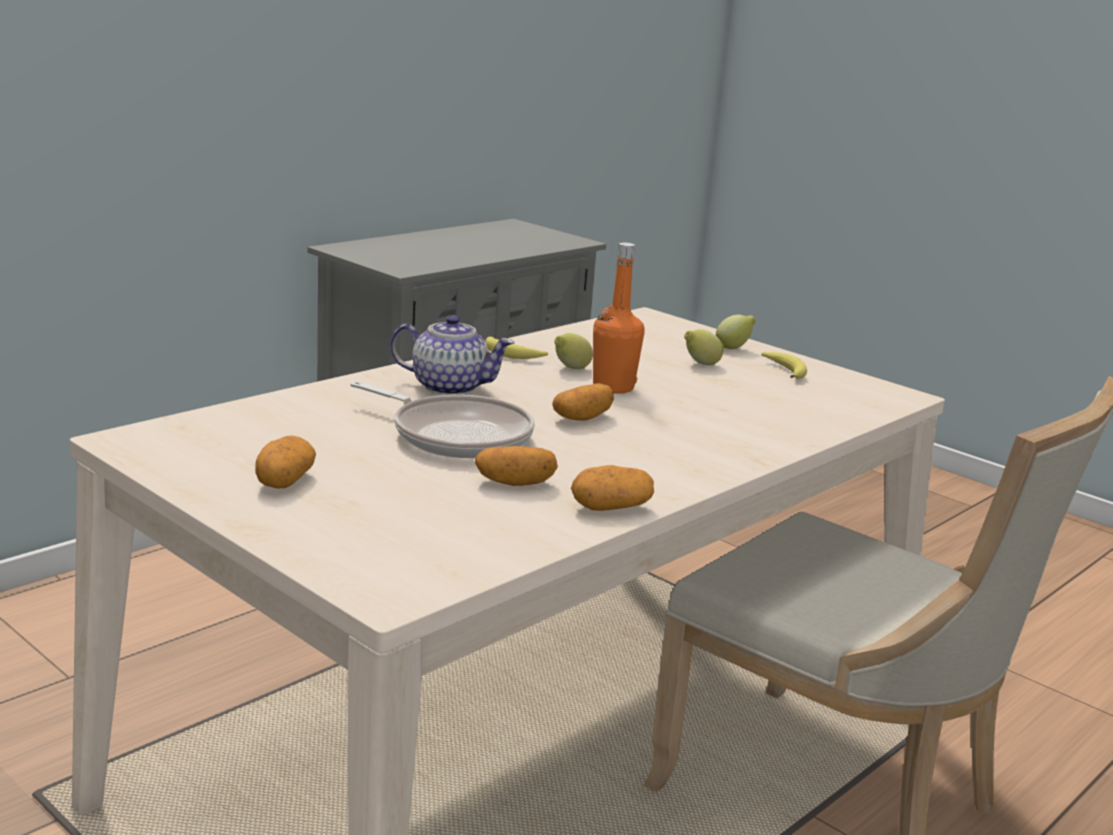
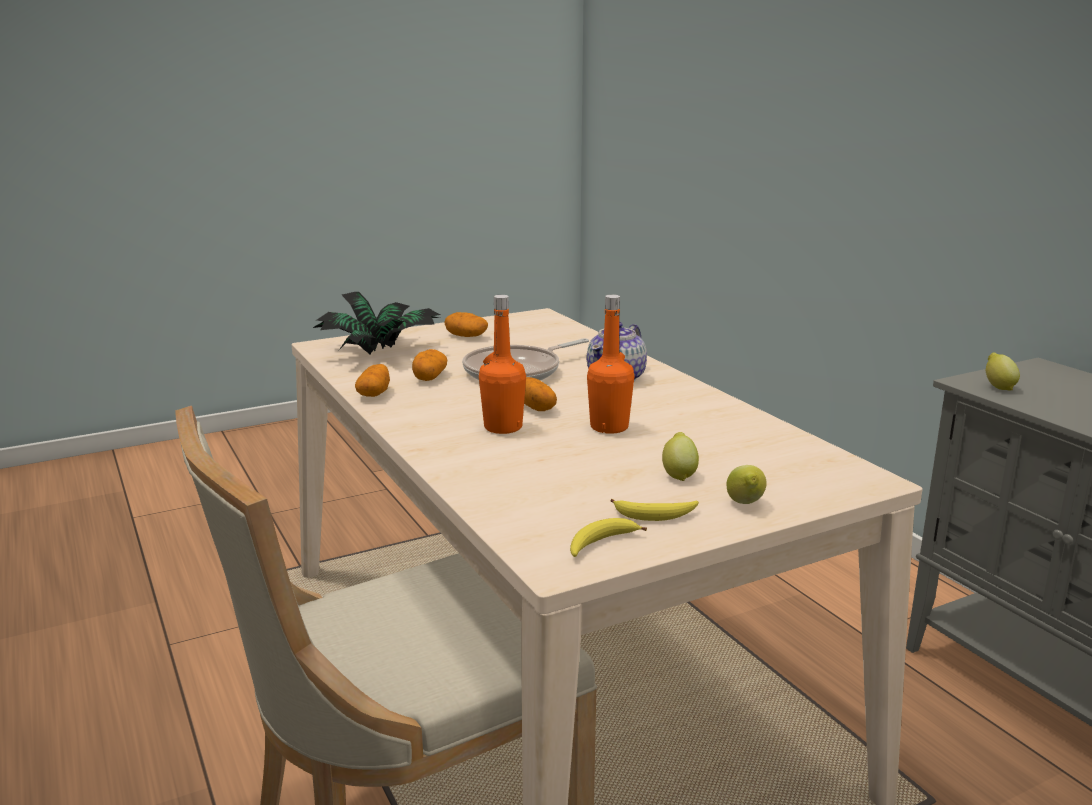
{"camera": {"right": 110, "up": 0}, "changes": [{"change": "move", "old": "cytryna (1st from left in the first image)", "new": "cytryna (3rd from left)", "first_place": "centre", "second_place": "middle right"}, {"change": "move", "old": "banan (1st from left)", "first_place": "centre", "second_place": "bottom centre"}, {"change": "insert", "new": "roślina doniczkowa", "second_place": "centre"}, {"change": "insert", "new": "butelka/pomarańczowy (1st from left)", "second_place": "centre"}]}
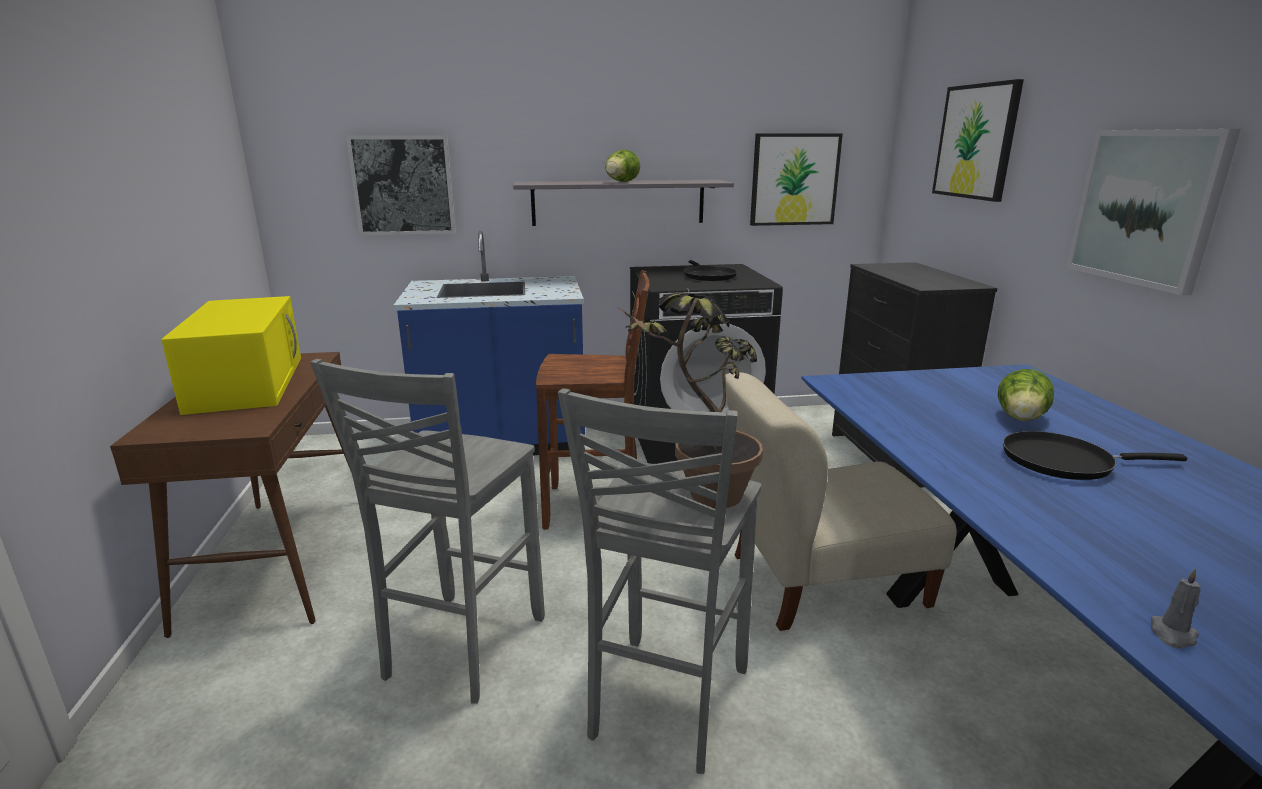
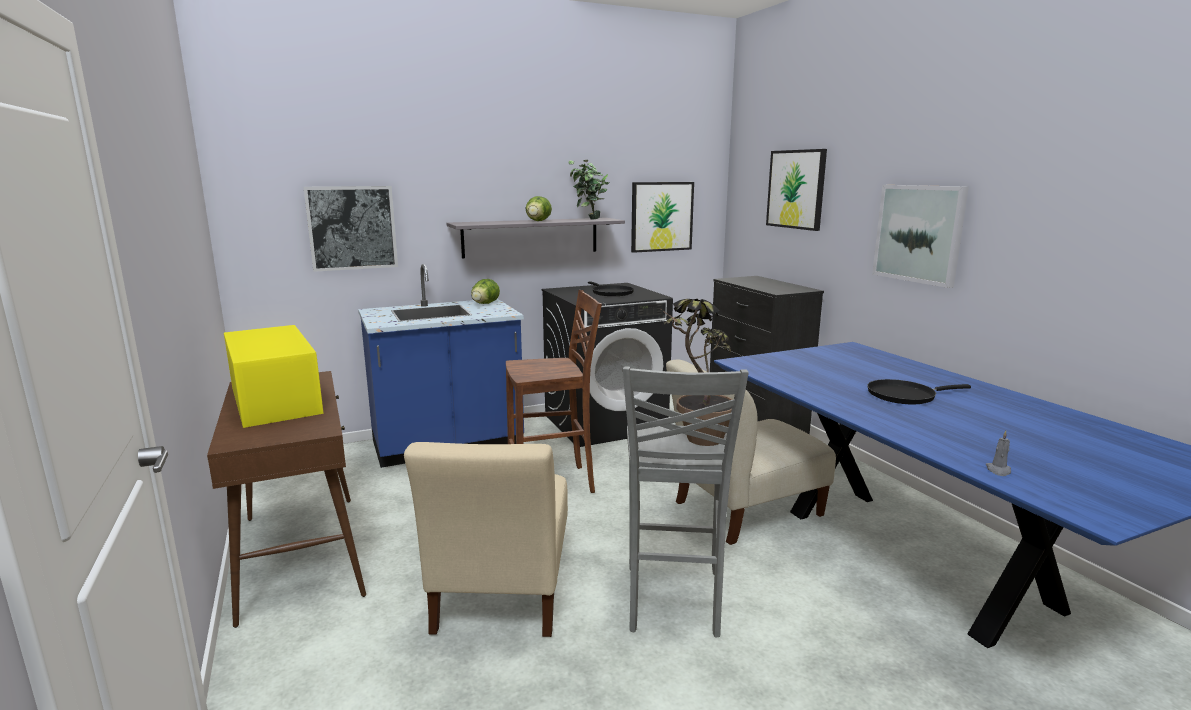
{"camera": {"right": -15, "up": -5}, "changes": [{"change": "replace", "old": "stołek/szary (1st from left)", "new": "krzesło/beżowy (1st from left)", "first_place": "bottom centre", "second_place": "bottom centre"}, {"change": "move", "old": "sałata (2nd from left in the first image)", "new": "sałata (1st from left)", "first_place": "middle right", "second_place": "centre"}, {"change": "insert", "new": "roślina doniczkowa (1st from left)", "second_place": "top centre"}]}
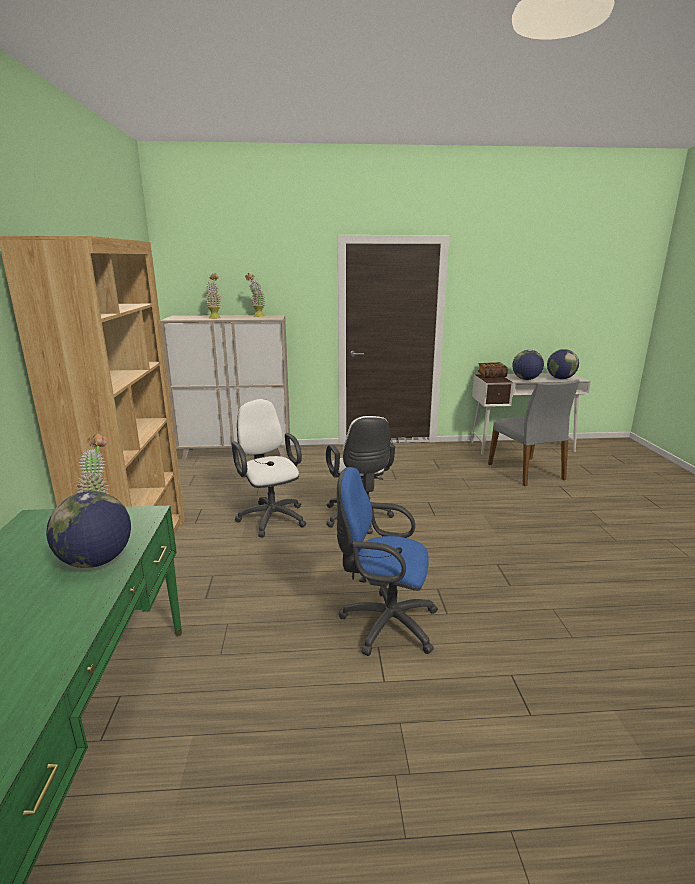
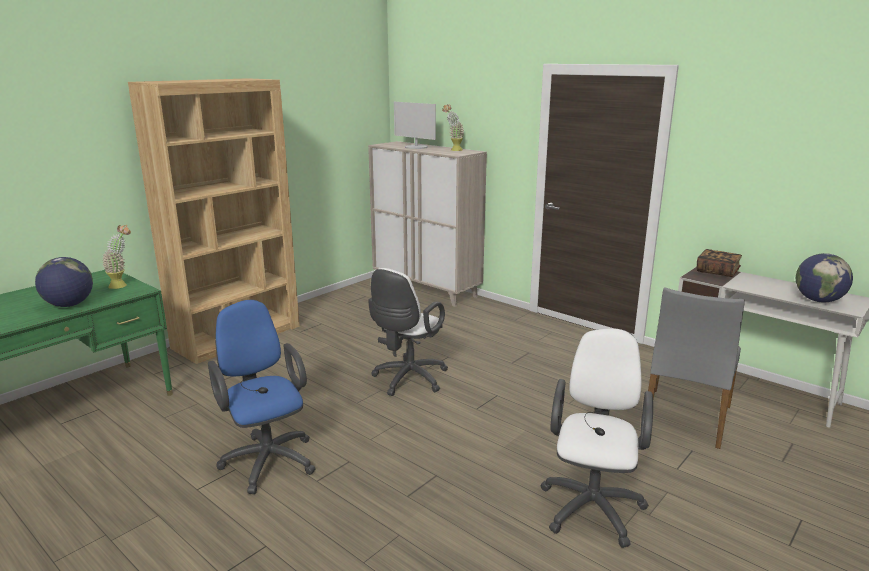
{"camera": {"right": 45, "up": 0}, "changes": [{"change": "replace", "old": "roślina doniczkowa (2nd from left)", "new": "monitor", "first_place": "middle left", "second_place": "top centre"}, {"change": "delete", "old": "globus (2nd from left)", "first_place": "middle right"}, {"change": "move", "old": "krzesło biurowe/biały (1st from left in the first image)", "new": "krzesło biurowe/biały (2nd from left)", "first_place": "centre", "second_place": "bottom right"}]}
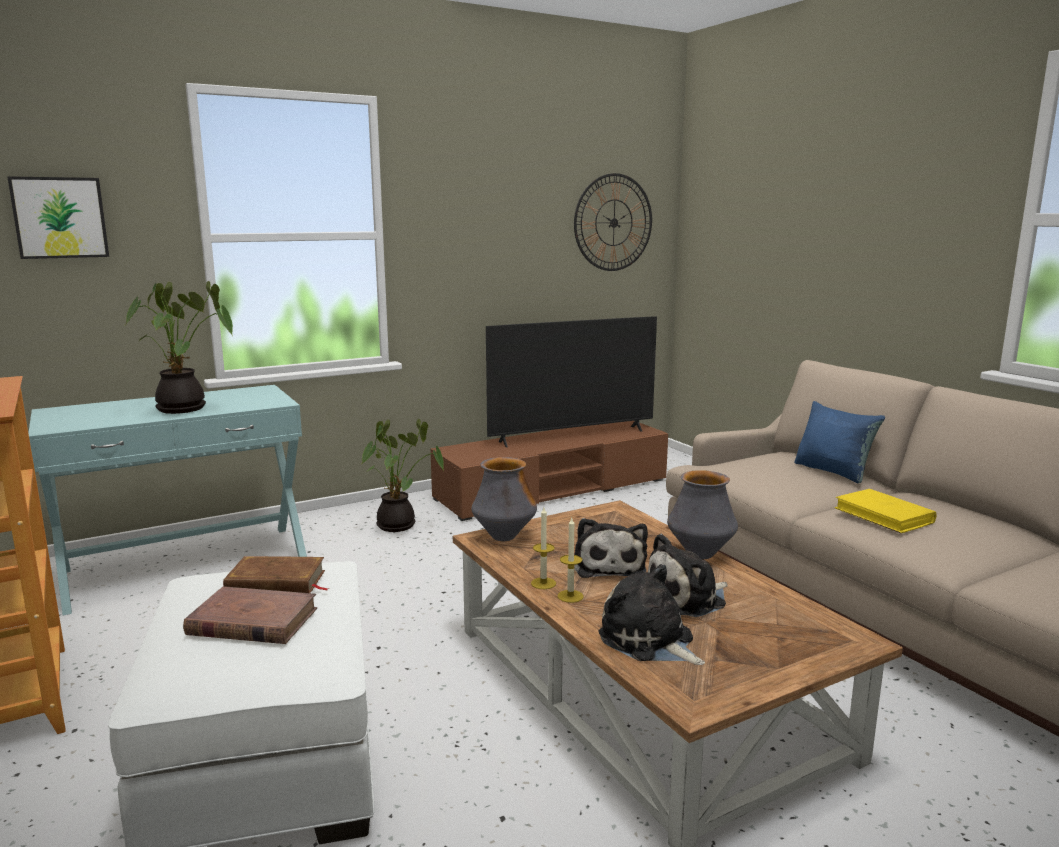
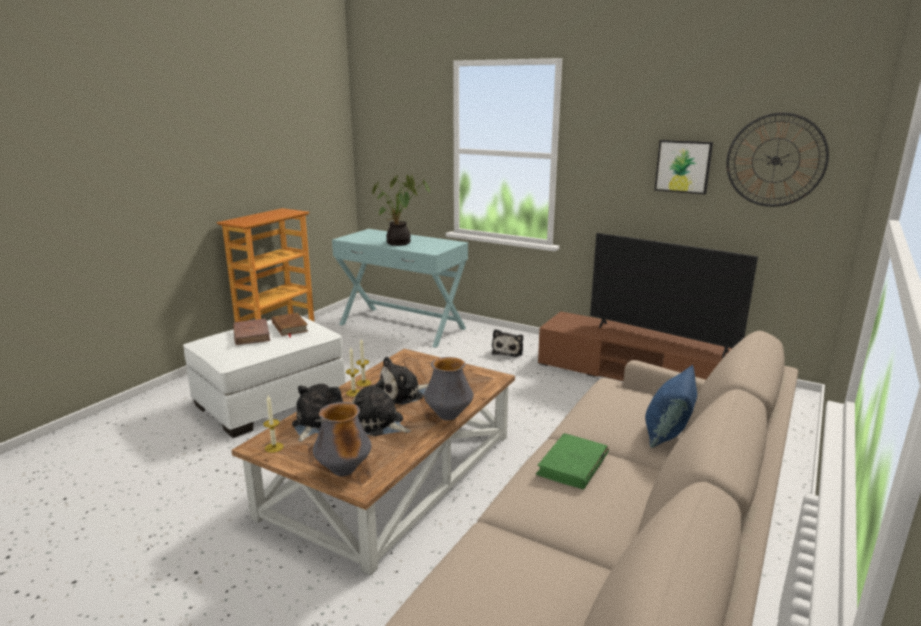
{"camera": {"right": 60, "up": 5}, "changes": [{"change": "move", "old": "obraz", "first_place": "top left", "second_place": "top right"}, {"change": "replace", "old": "roślina doniczkowa (2nd from left)", "new": "pluszak (4th from left)", "first_place": "centre", "second_place": "centre"}, {"change": "move", "old": "wazon (1st from left)", "first_place": "centre", "second_place": "bottom centre"}, {"change": "recolor", "old": "książka/żółty", "new": "książka/zielony", "first_place": "middle right", "second_place": "bottom centre"}, {"change": "insert", "new": "świeca (1st from left)", "second_place": "bottom left"}]}
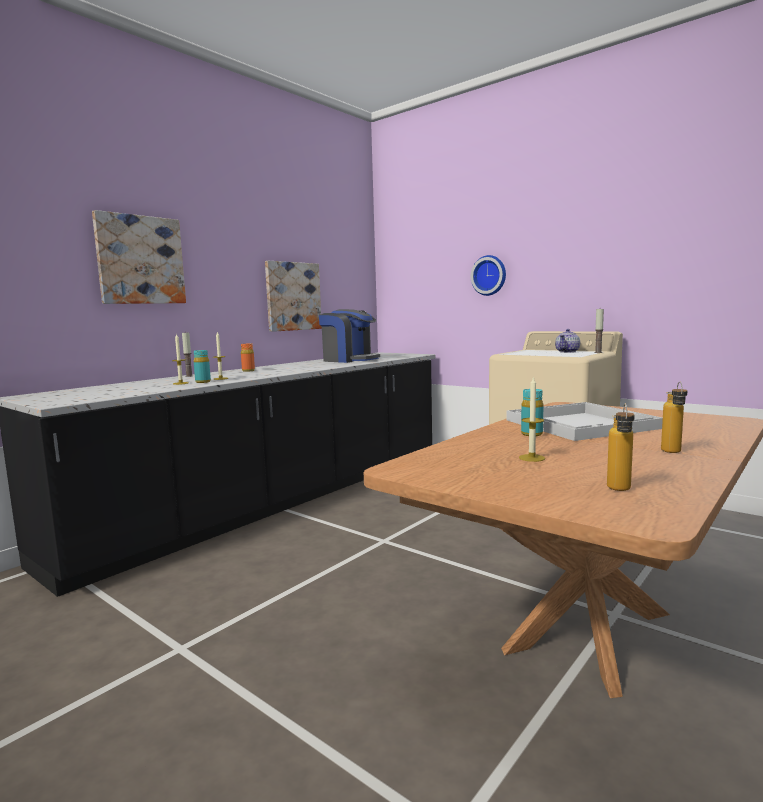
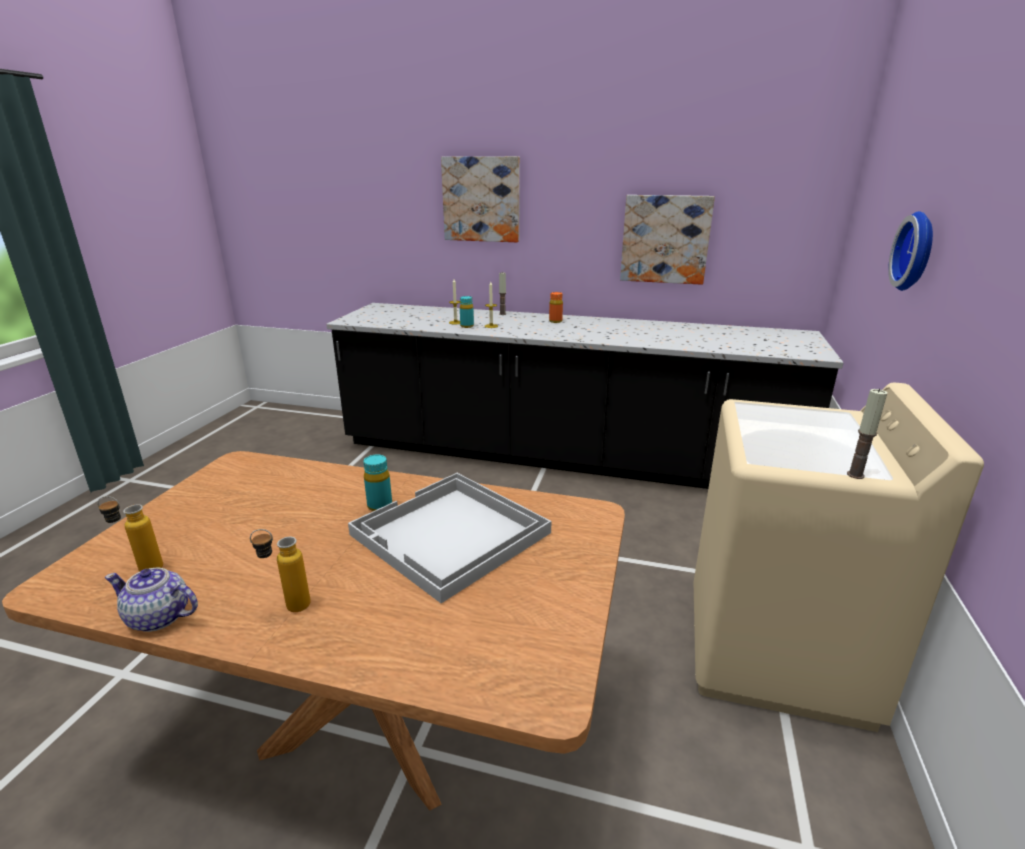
{"camera": {"right": 65, "up": 15}, "changes": [{"change": "delete", "old": "ekspres do kawy", "first_place": "centre"}, {"change": "move", "old": "imbryk", "first_place": "middle right", "second_place": "bottom left"}, {"change": "delete", "old": "świeca (4th from left)", "first_place": "middle right"}]}
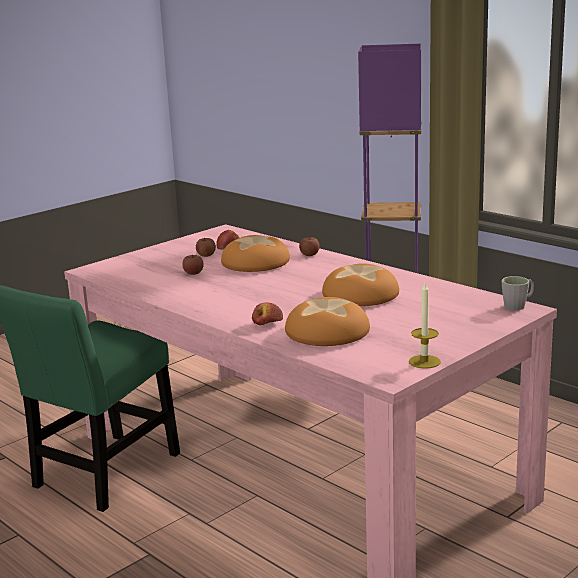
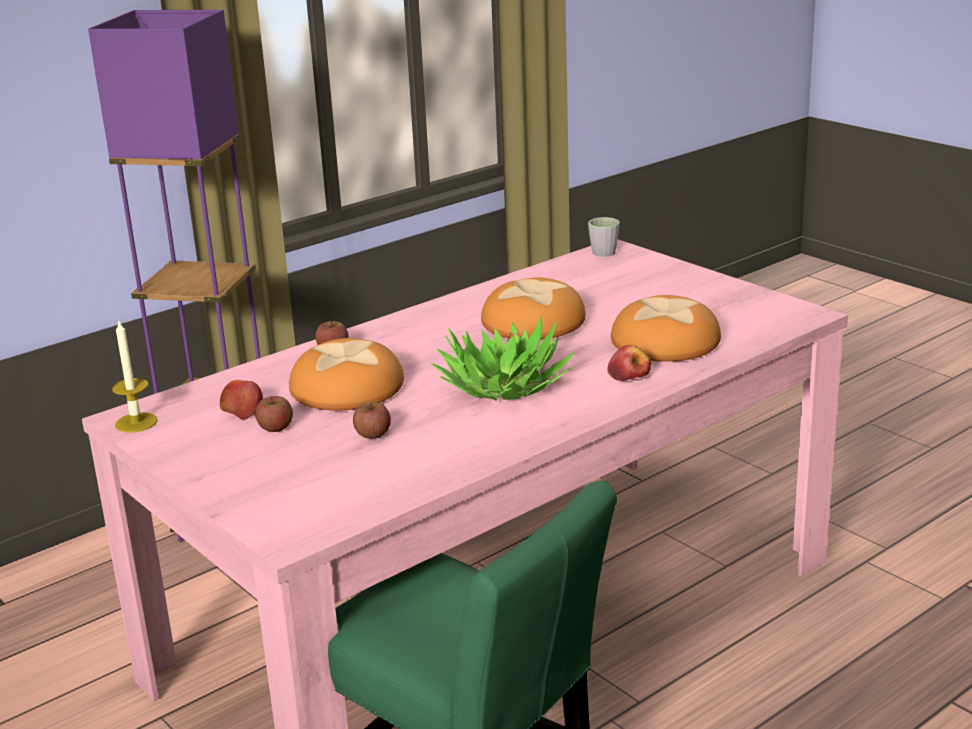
{"camera": {"right": -85, "up": 5}, "changes": [{"change": "move", "old": "świeca", "first_place": "middle right", "second_place": "middle left"}, {"change": "insert", "new": "roślina doniczkowa", "second_place": "centre"}]}
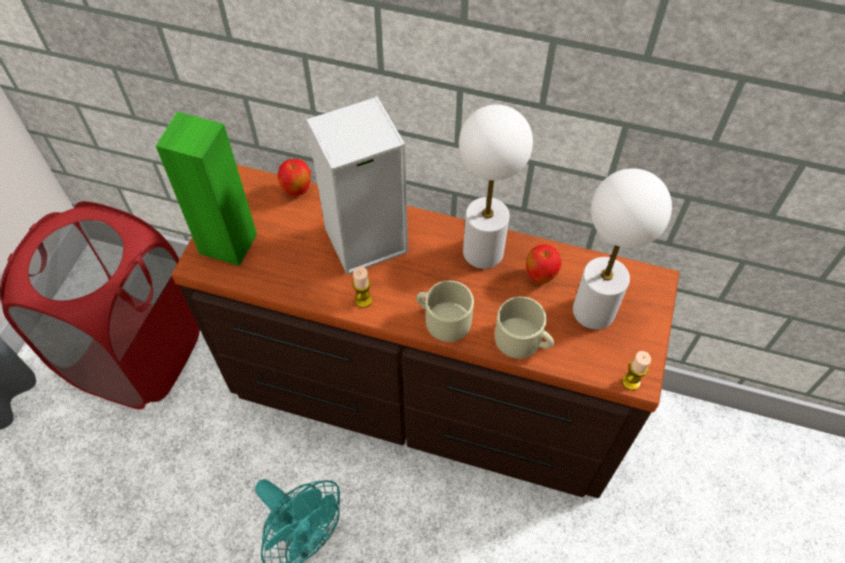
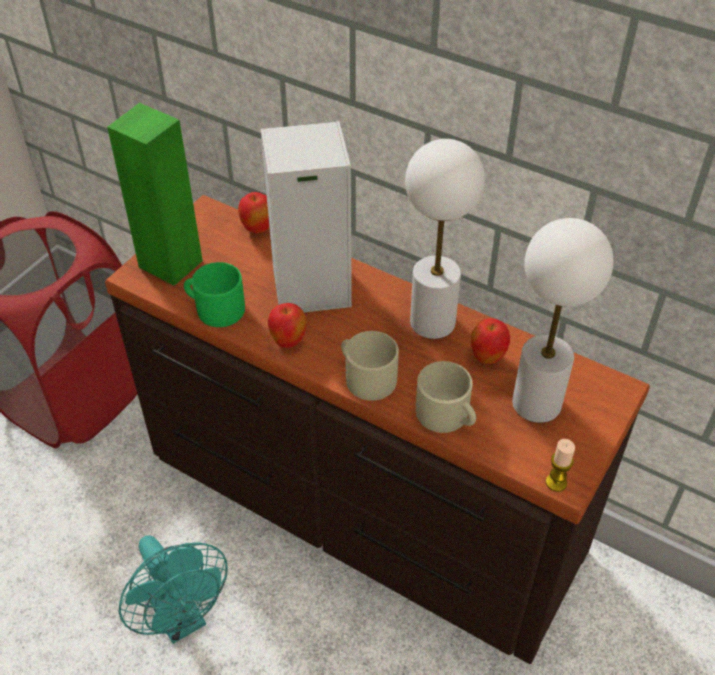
{"camera": {"right": 15, "up": -10}, "changes": [{"change": "replace", "old": "świeca (1st from left)", "new": "jabłko (2nd from left)", "first_place": "centre", "second_place": "centre"}, {"change": "insert", "new": "kubek/zielony", "second_place": "middle left"}]}
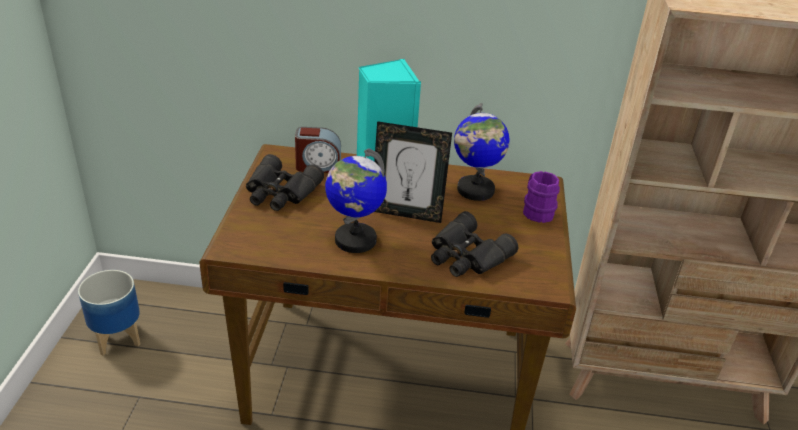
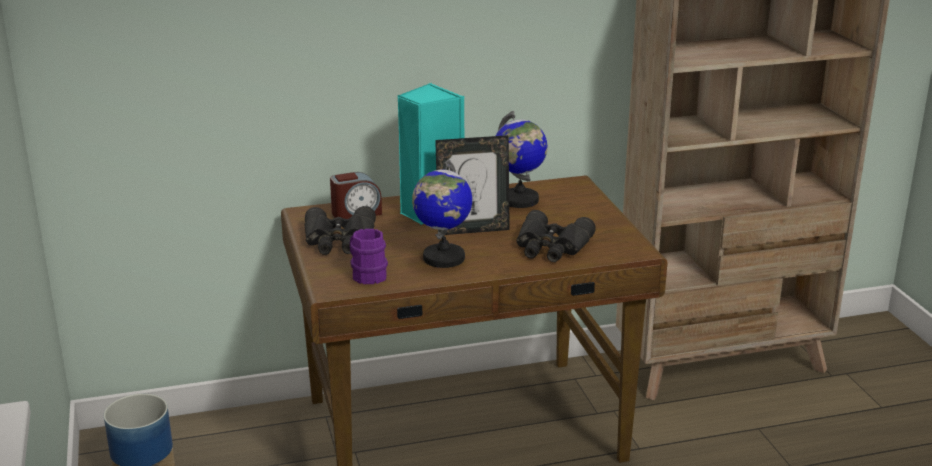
{"camera": {"right": -20, "up": -10}, "changes": [{"change": "move", "old": "kubek/fioletowy", "first_place": "middle right", "second_place": "centre"}]}
